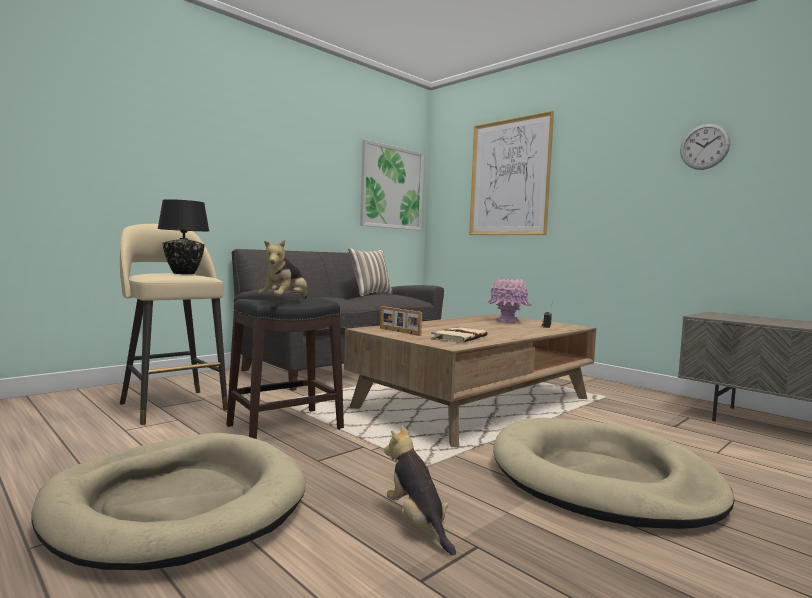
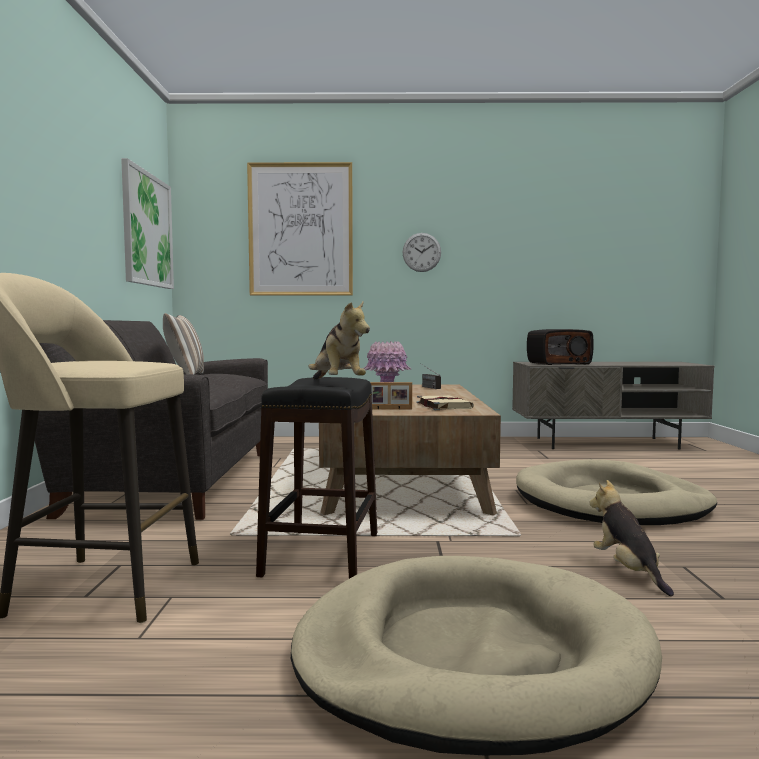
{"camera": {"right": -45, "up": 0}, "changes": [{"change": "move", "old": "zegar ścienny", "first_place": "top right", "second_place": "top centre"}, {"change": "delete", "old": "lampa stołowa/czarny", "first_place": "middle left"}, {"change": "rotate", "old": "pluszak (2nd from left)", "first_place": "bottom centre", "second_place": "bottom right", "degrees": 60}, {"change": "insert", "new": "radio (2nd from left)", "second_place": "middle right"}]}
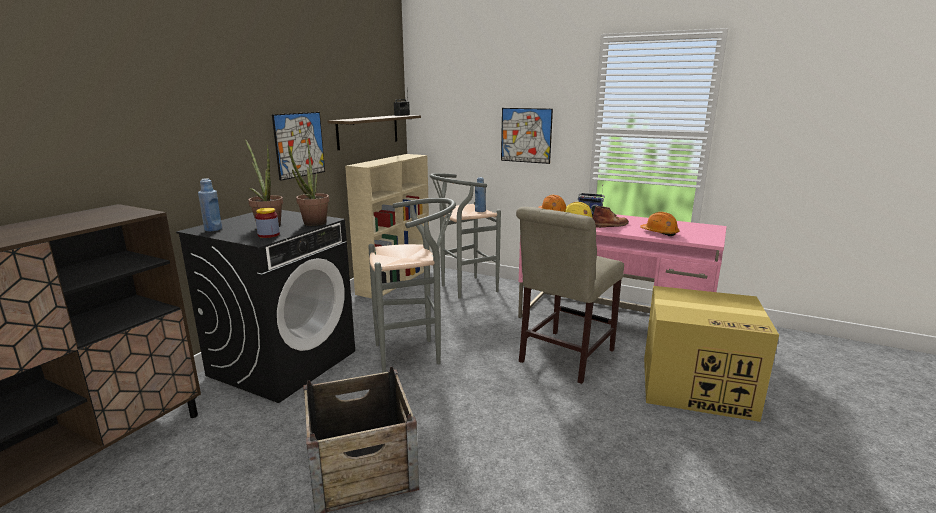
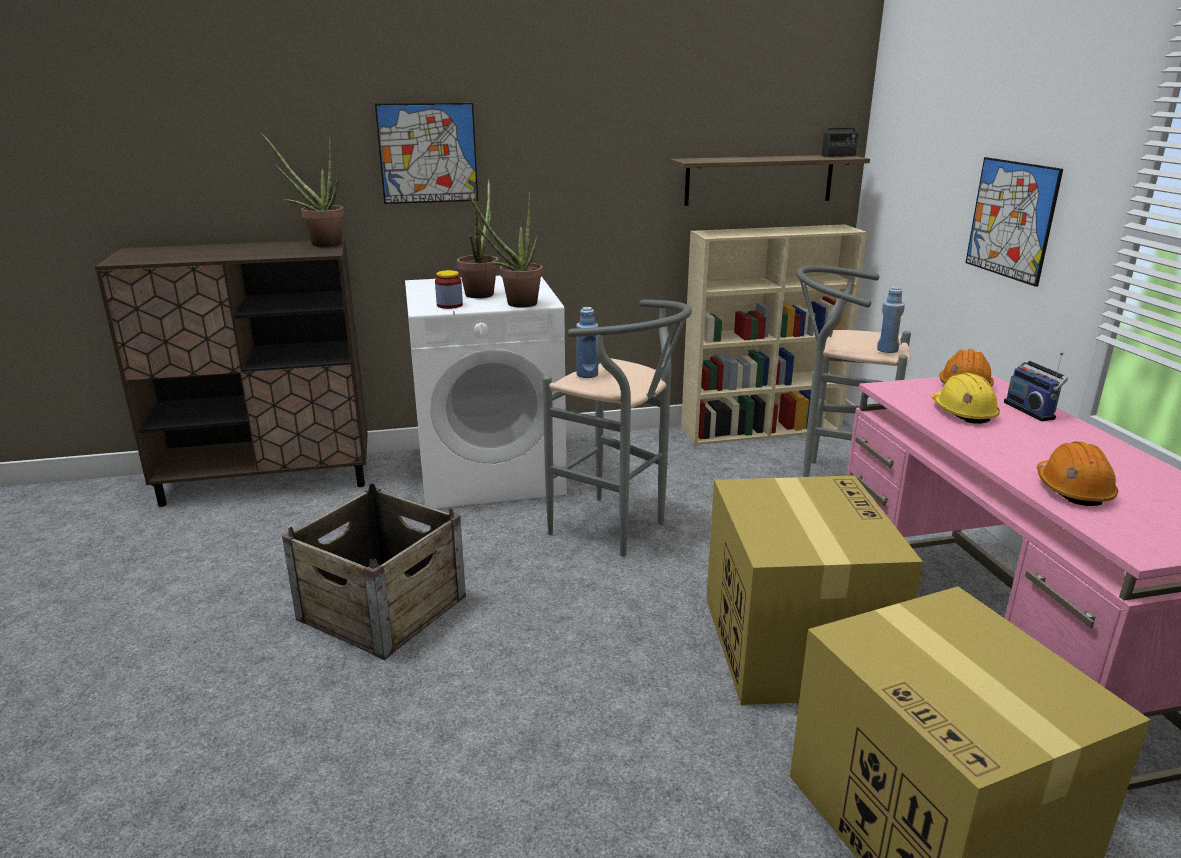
{"camera": {"right": 50, "up": 5}, "changes": [{"change": "move", "old": "obraz (1st from left)", "first_place": "top left", "second_place": "top centre"}, {"change": "move", "old": "butelka/niebieski (1st from left)", "first_place": "middle left", "second_place": "centre"}, {"change": "delete", "old": "but z cholewką/brązowy", "first_place": "centre"}, {"change": "replace", "old": "krzesło/beżowy", "new": "karton (1st from left)", "first_place": "centre", "second_place": "bottom right"}, {"change": "recolor", "old": "pralka/czarny", "new": "pralka/biały", "first_place": "middle left", "second_place": "centre"}, {"change": "insert", "new": "roślina doniczkowa (1st from left)", "second_place": "top left"}]}
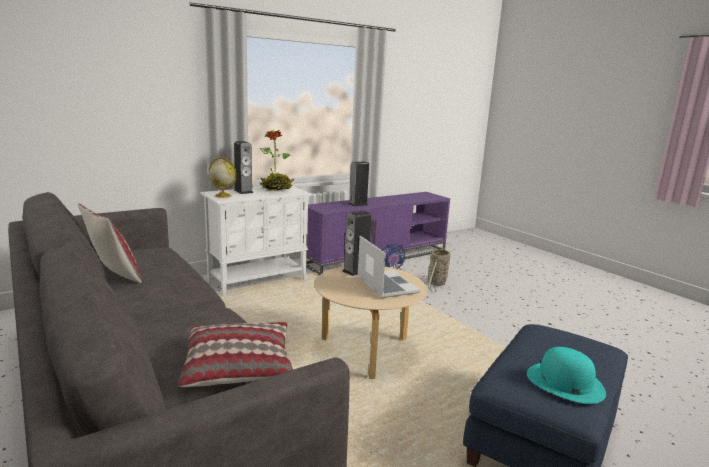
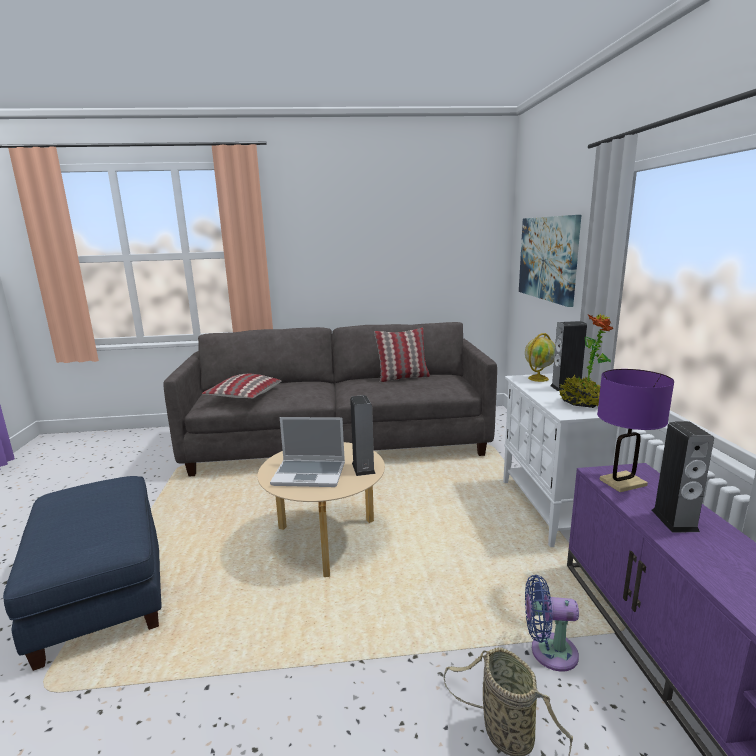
{"camera": {"right": 120, "up": 0}, "changes": [{"change": "delete", "old": "kapelusz/turkusowy", "first_place": "bottom right"}, {"change": "insert", "new": "obraz", "second_place": "middle right"}, {"change": "insert", "new": "lampa stołowa/fioletowy", "second_place": "middle right"}]}
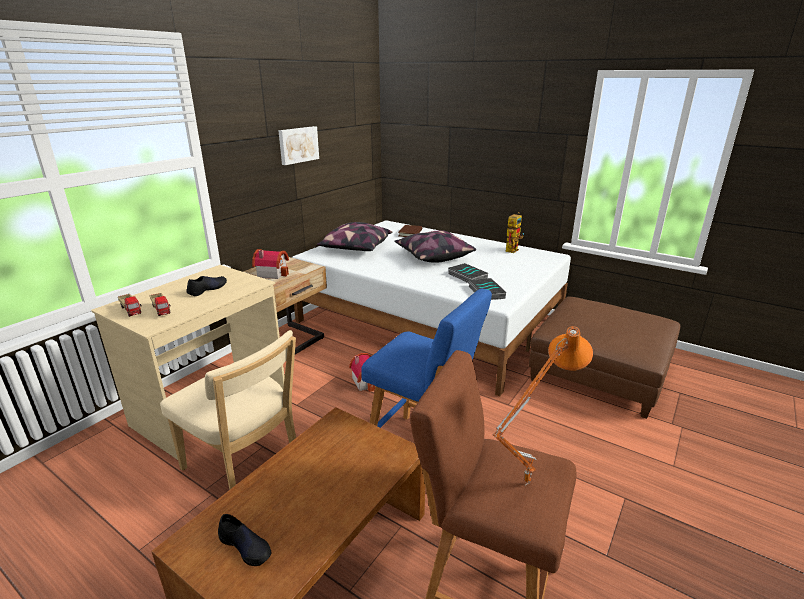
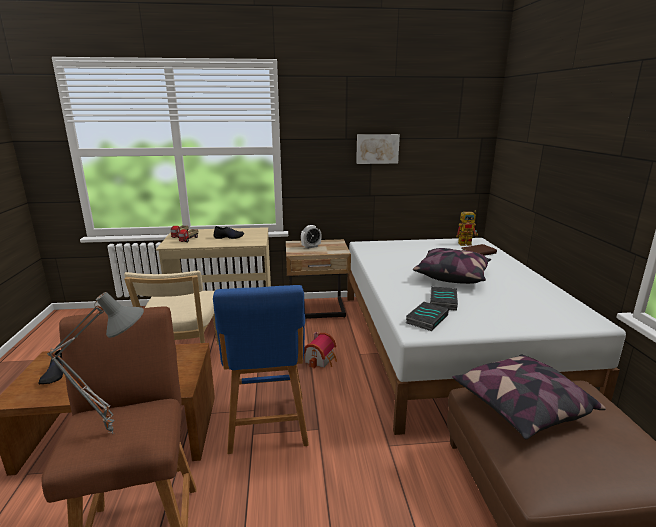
{"camera": {"right": 50, "up": -5}, "changes": [{"change": "move", "old": "robot zabawkowy", "first_place": "centre", "second_place": "middle right"}, {"change": "move", "old": "poduszka (1st from left in the first image)", "new": "poduszka (2nd from left)", "first_place": "centre", "second_place": "bottom right"}, {"change": "replace", "old": "domek (1st from left)", "new": "budzik", "first_place": "centre", "second_place": "centre"}, {"change": "recolor", "old": "lampa stołowa/pomarańczowy", "new": "lampa stołowa/szary", "first_place": "bottom right", "second_place": "bottom left"}]}
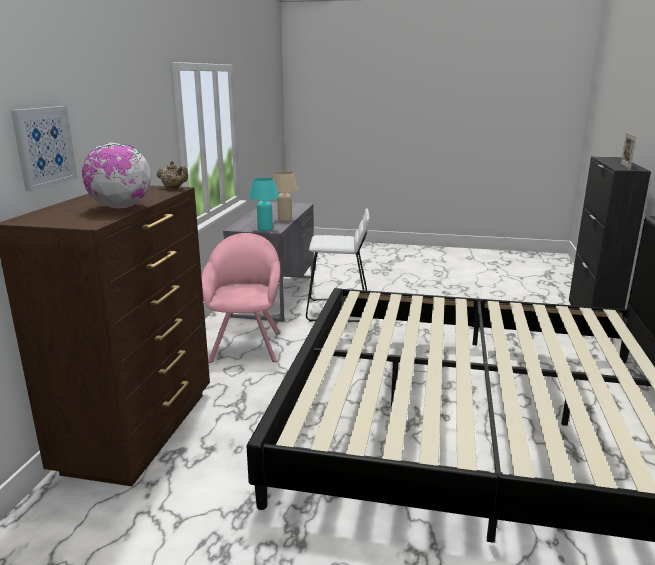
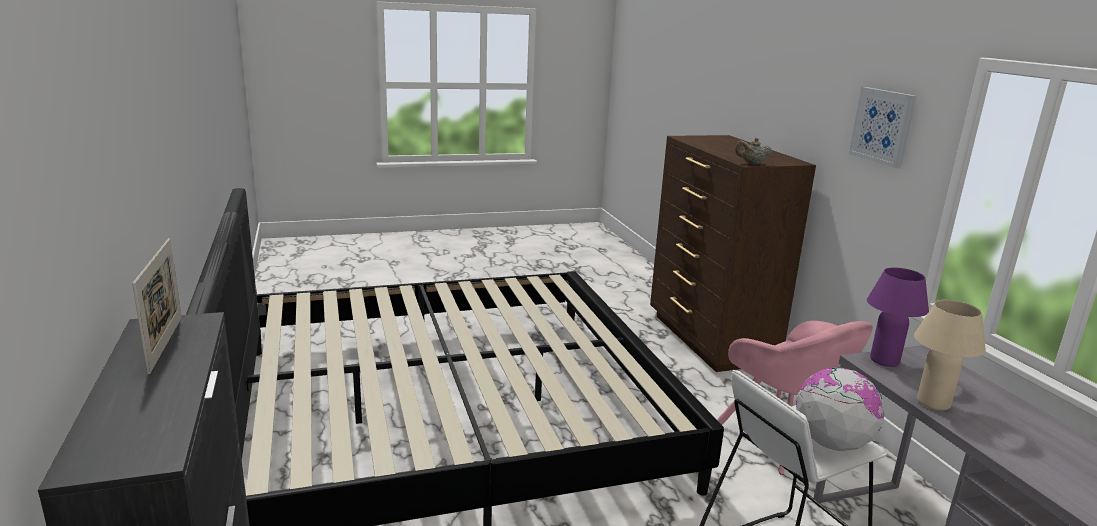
{"camera": {"right": 150, "up": 0}, "changes": [{"change": "move", "old": "obraz", "first_place": "top left", "second_place": "top right"}, {"change": "move", "old": "globus", "first_place": "top left", "second_place": "bottom right"}, {"change": "recolor", "old": "lampa stołowa/turkusowy", "new": "lampa stołowa/fioletowy", "first_place": "centre", "second_place": "middle right"}]}
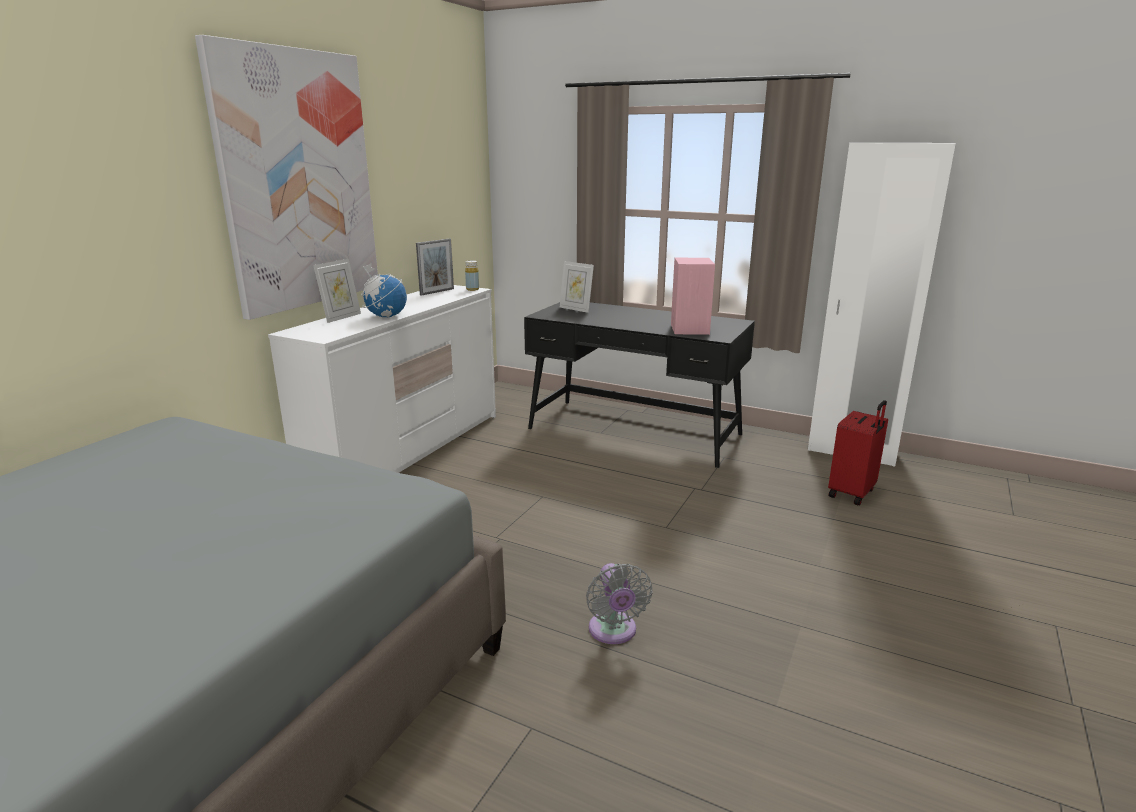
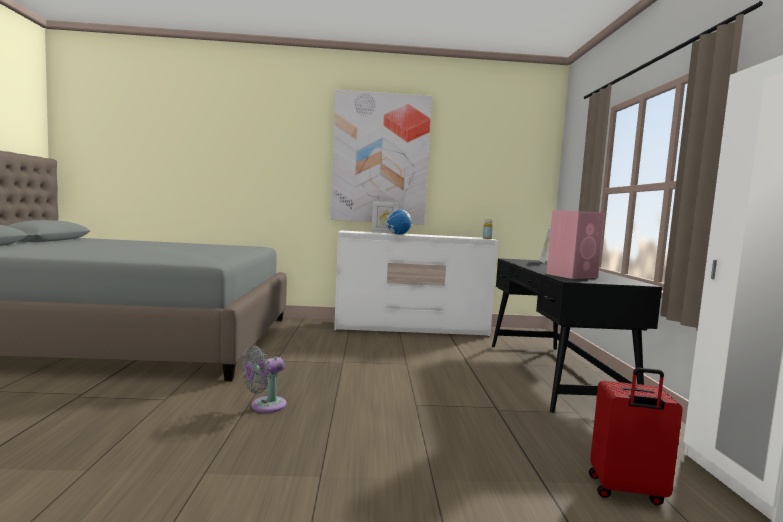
{"camera": {"right": 60, "up": -15}, "changes": [{"change": "delete", "old": "ramka na zdjęcie (2nd from left)", "first_place": "top centre"}]}
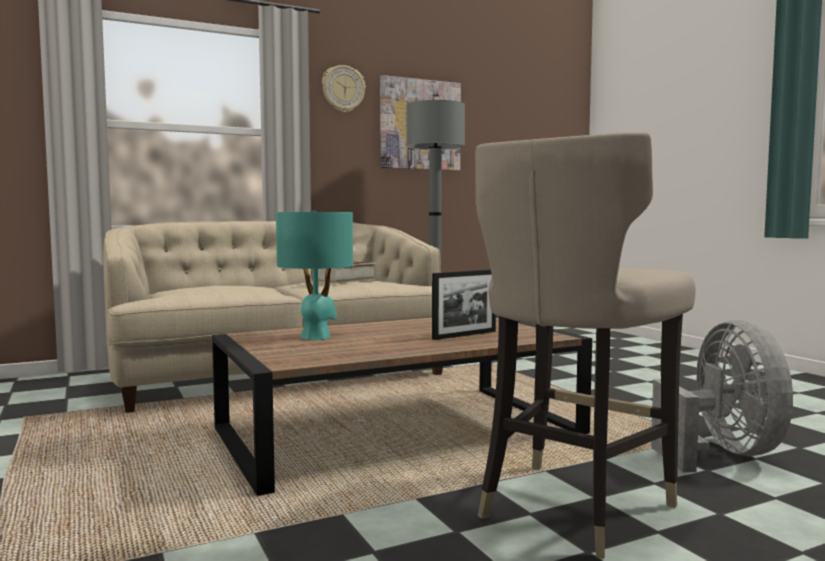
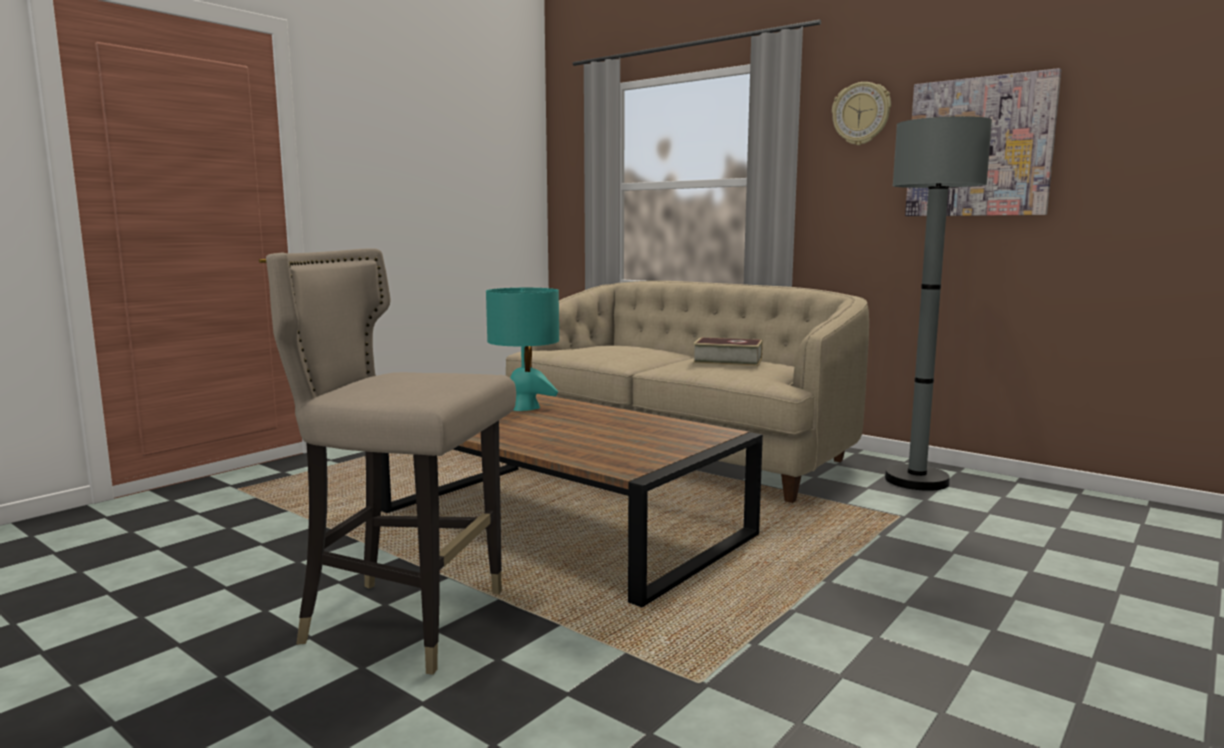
{"camera": {"right": 65, "up": 5}, "changes": [{"change": "delete", "old": "ramka na zdjęcie", "first_place": "centre"}, {"change": "delete", "old": "wentylator/szary", "first_place": "bottom right"}]}
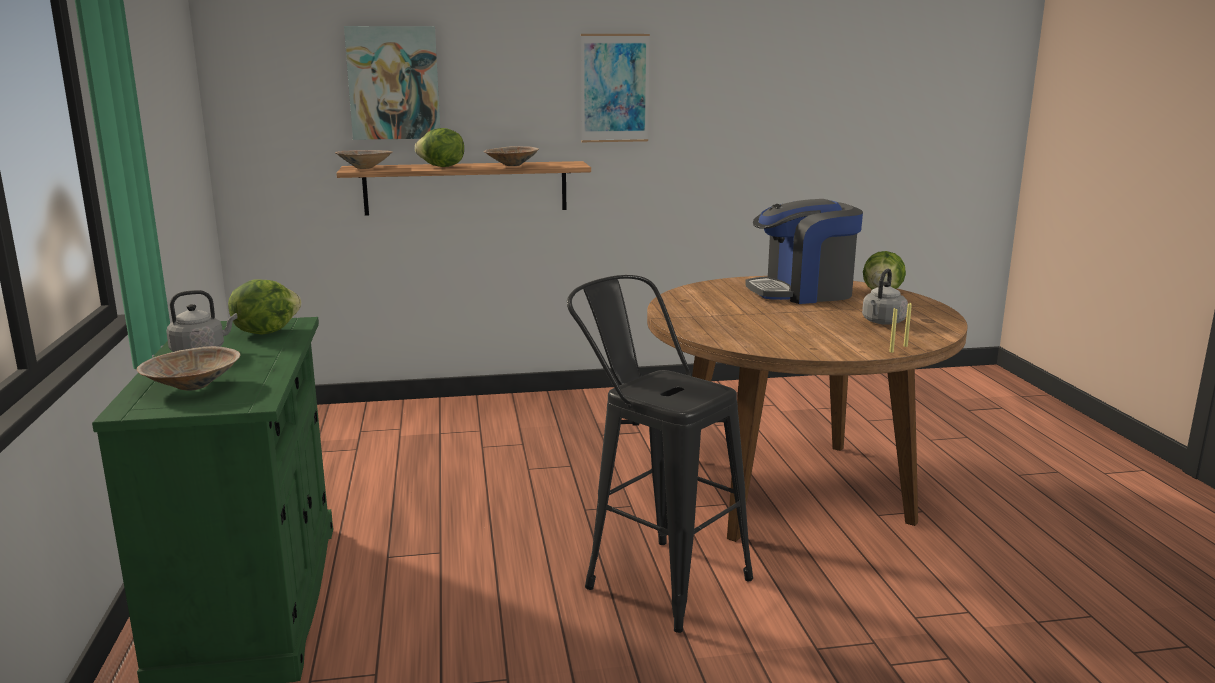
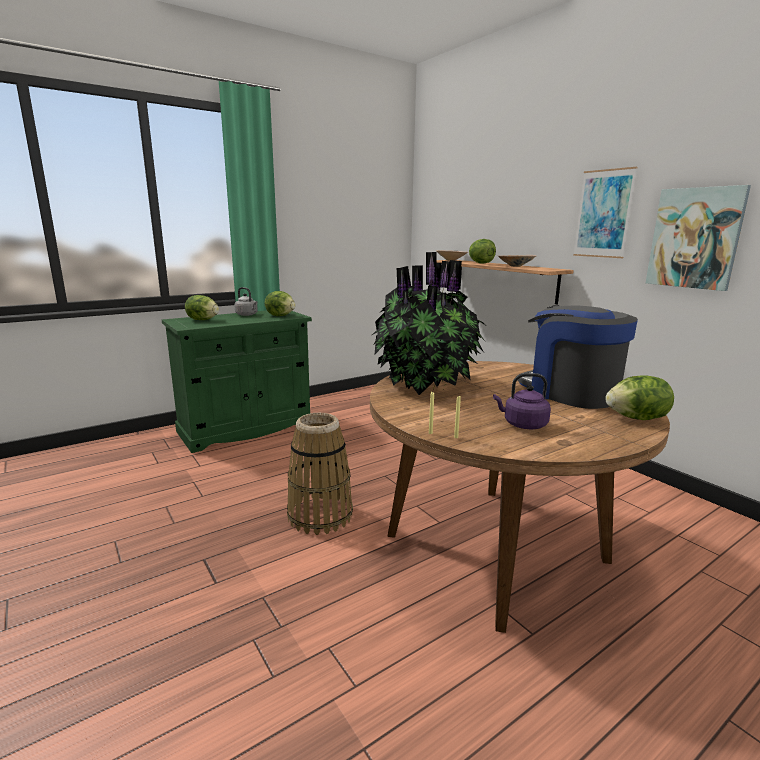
{"camera": {"right": 65, "up": 0}, "changes": [{"change": "move", "old": "obraz (1st from left in the first image)", "new": "obraz (2nd from left)", "first_place": "top left", "second_place": "top right"}, {"change": "recolor", "old": "czajnik/szary (2nd from left)", "new": "czajnik/fioletowy", "first_place": "middle right", "second_place": "middle right"}, {"change": "replace", "old": "stołek/czarny", "new": "koszyk", "first_place": "centre", "second_place": "centre"}, {"change": "replace", "old": "miska/beżowy (1st from left)", "new": "sałata (1st from left)", "first_place": "middle left", "second_place": "middle left"}, {"change": "insert", "new": "roślina doniczkowa", "second_place": "centre"}]}
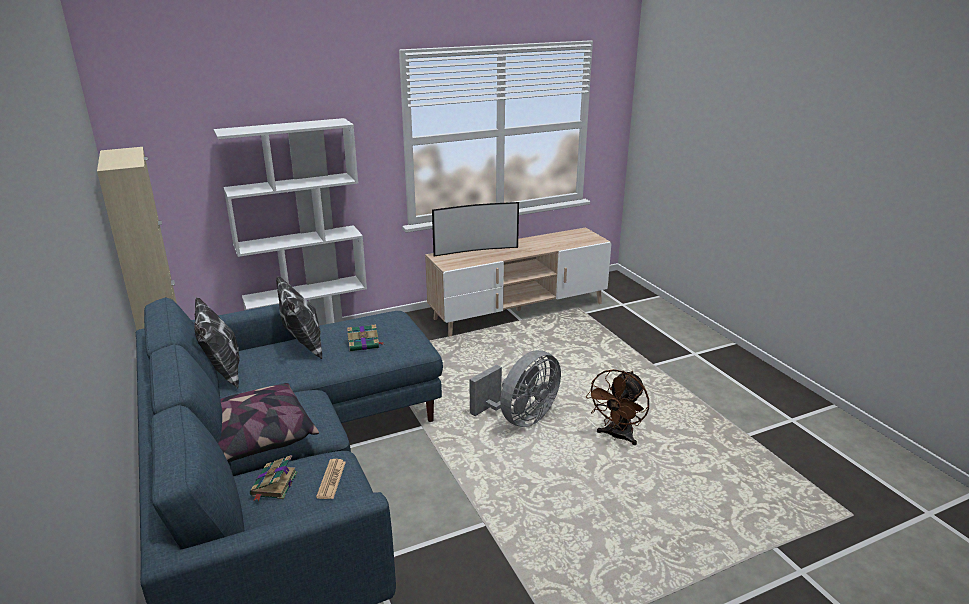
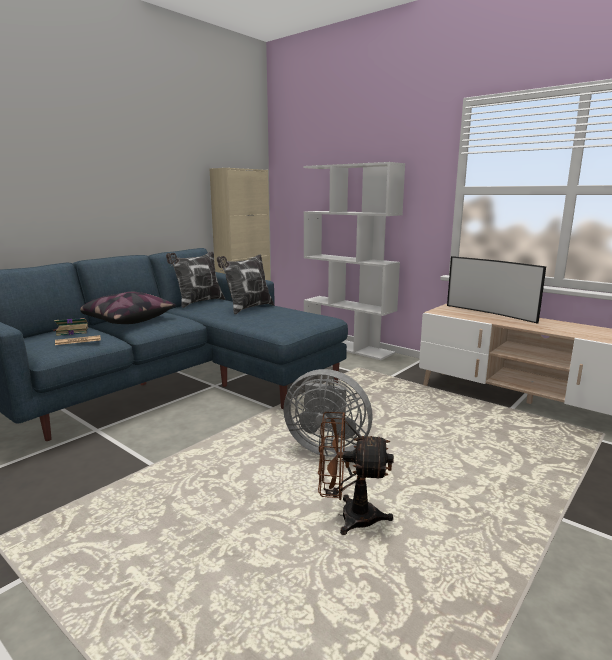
{"camera": {"right": 65, "up": -10}, "changes": [{"change": "delete", "old": "książka (2nd from left)", "first_place": "centre"}]}
